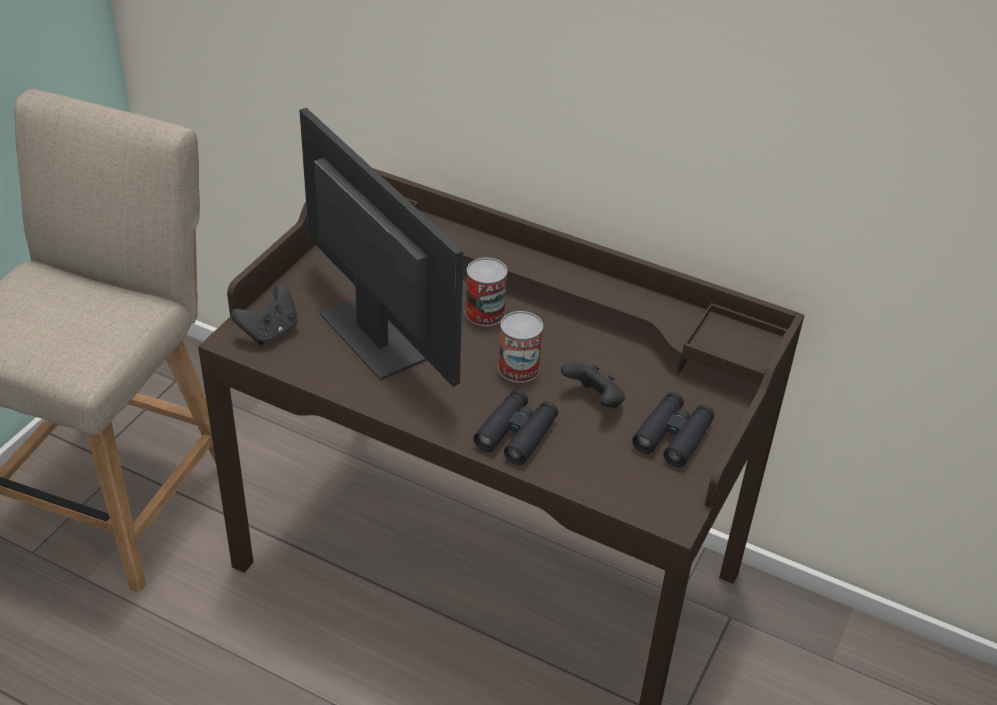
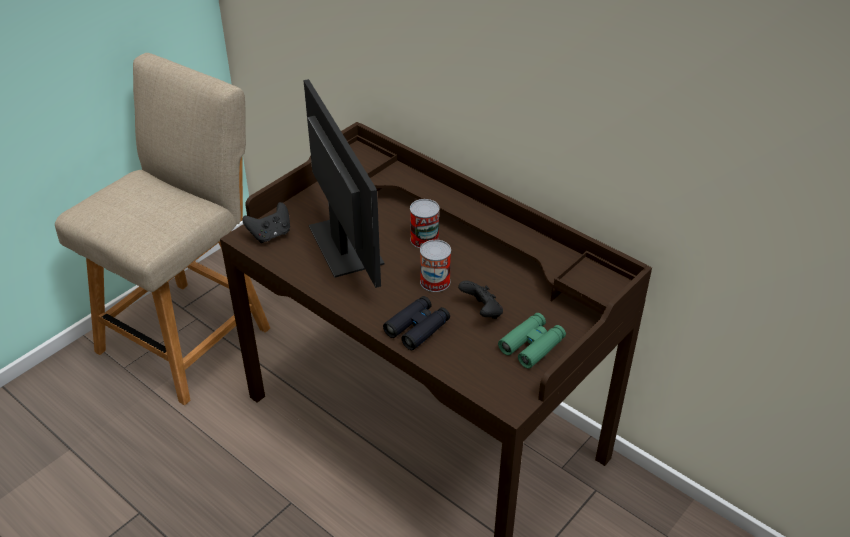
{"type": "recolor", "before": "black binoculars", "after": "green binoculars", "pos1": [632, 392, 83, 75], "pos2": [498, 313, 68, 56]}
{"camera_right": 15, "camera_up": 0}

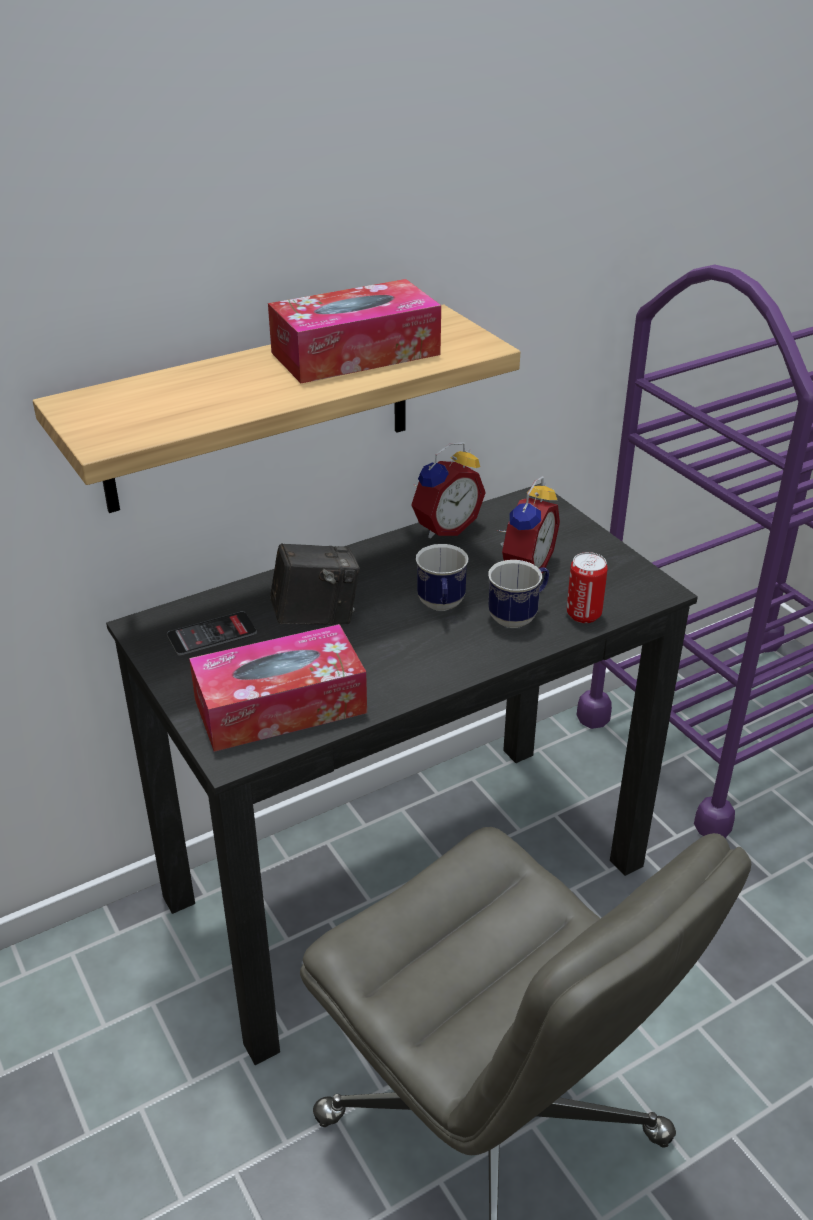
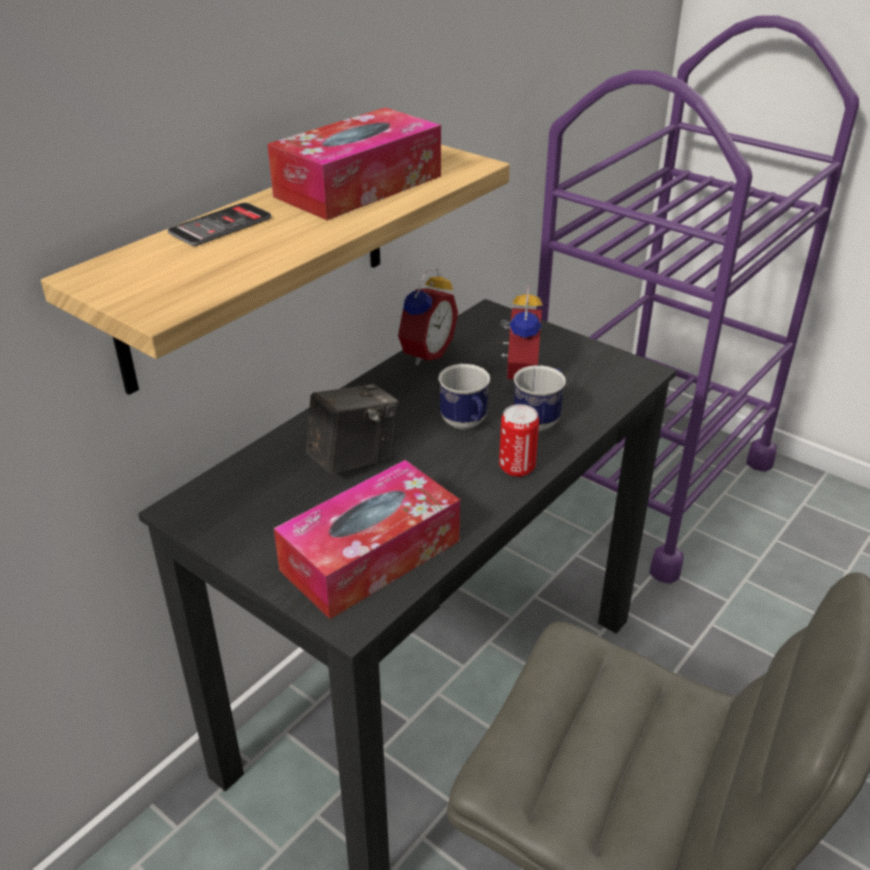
{"type": "move", "before": "phone", "pos1": [167, 611, 90, 45], "pos2": [168, 203, 103, 43]}
{"type": "move", "before": "can", "pos1": [567, 552, 41, 71], "pos2": [499, 404, 40, 73]}
{"camera_right": -20, "camera_up": 0}

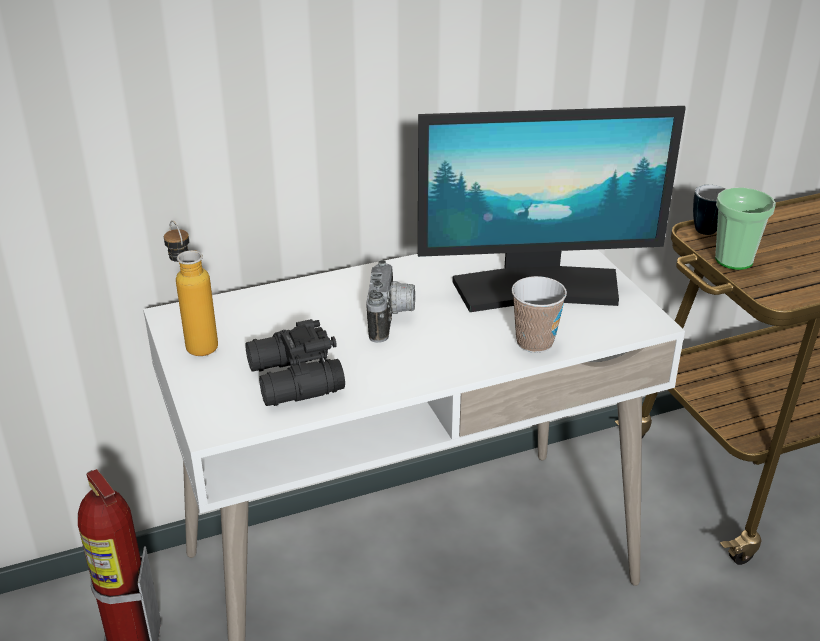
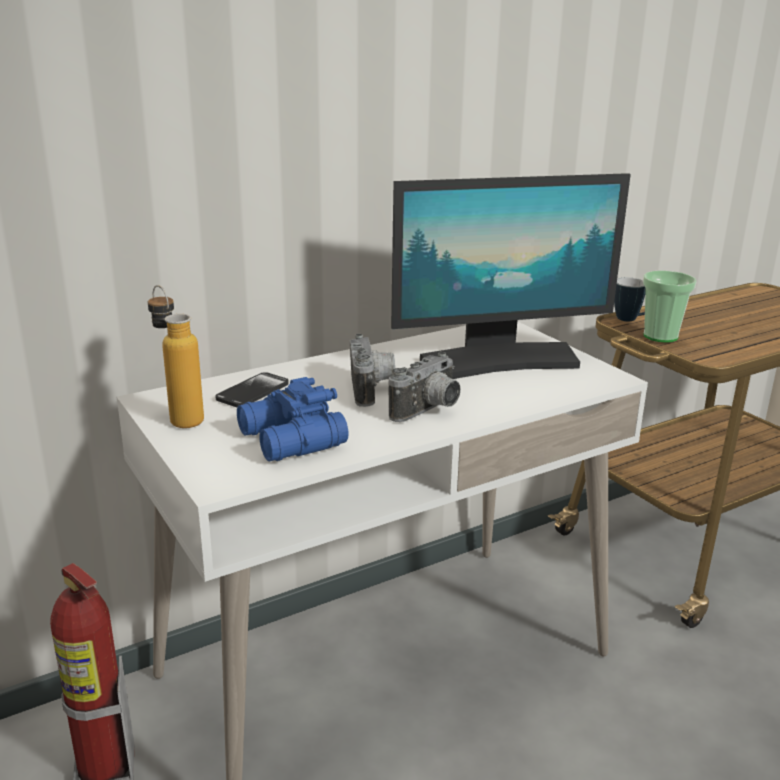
{"type": "delete", "before": "cup", "pos1": [511, 276, 56, 77]}
{"type": "insert", "after": "phone", "pos2": [215, 372, 74, 35]}
{"type": "insert", "after": "photo camera", "pos2": [389, 352, 72, 70]}
{"type": "recolor", "before": "black binoculars", "after": "blue binoculars", "pos1": [245, 319, 100, 87], "pos2": [237, 377, 112, 84]}
{"camera_right": -10, "camera_up": -10}

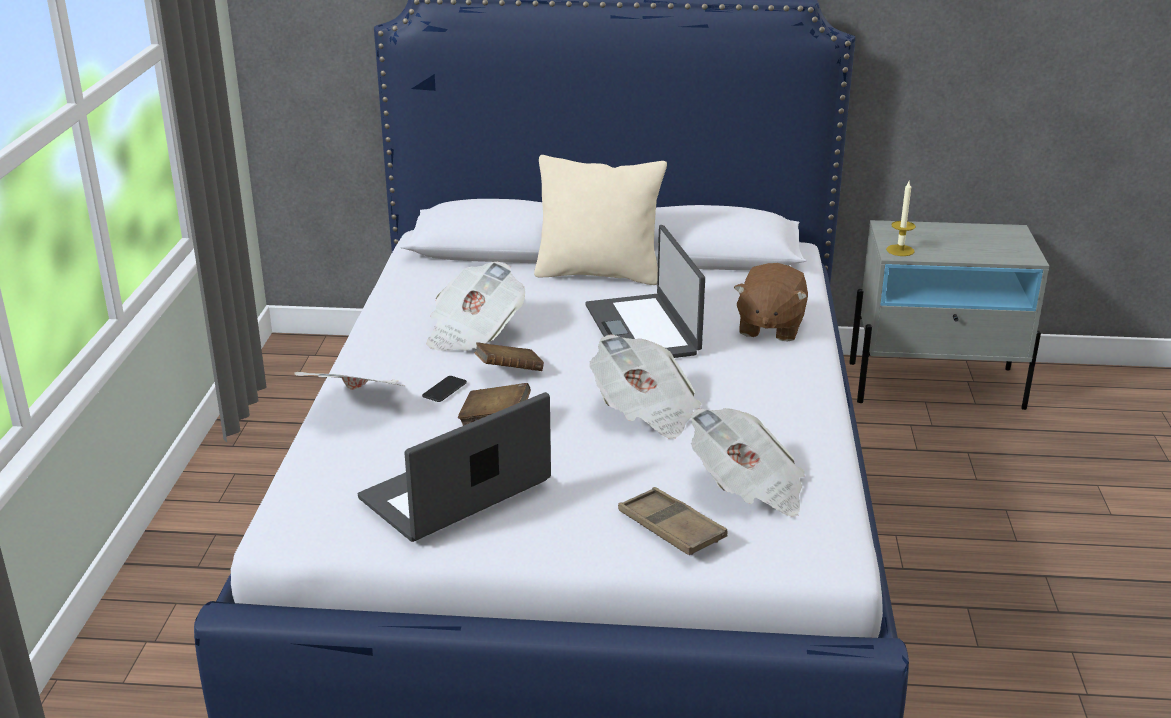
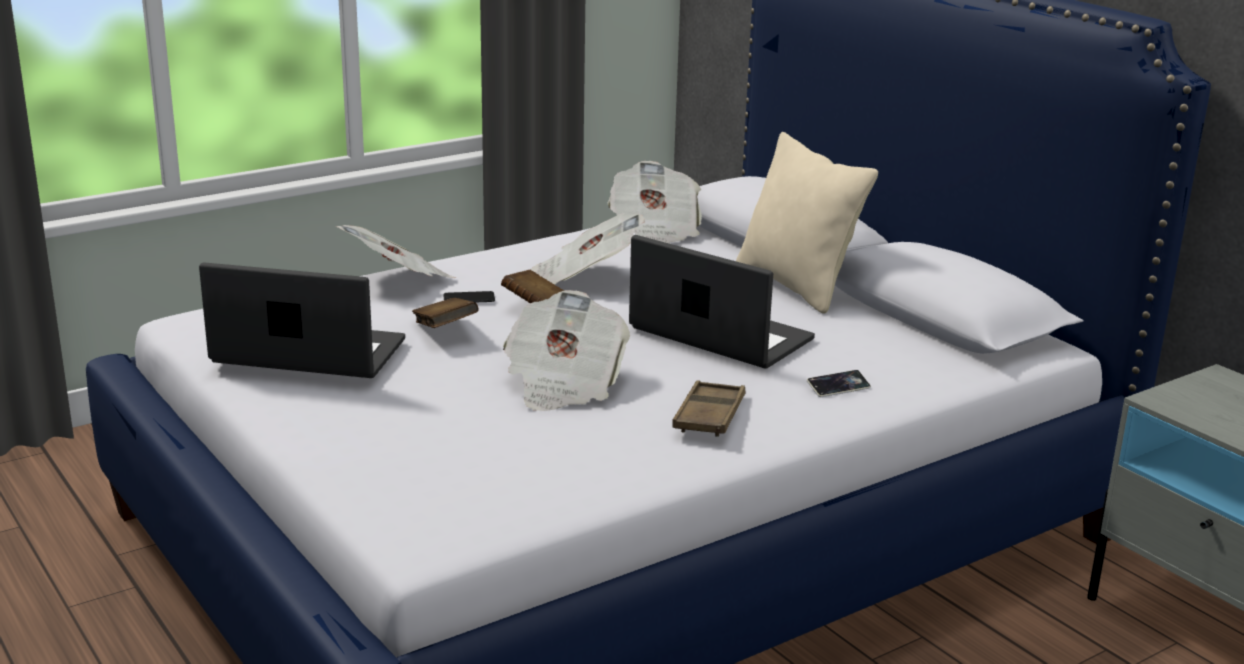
{"type": "delete", "before": "candle", "pos1": [886, 181, 30, 75]}
{"type": "move", "before": "brown tray", "pos1": [618, 487, 109, 68], "pos2": [672, 381, 73, 56]}
{"type": "move", "before": "newspaper", "pos1": [691, 408, 114, 109], "pos2": [608, 161, 94, 82]}
{"type": "replace", "before": "brown plush toy", "after": "phone", "pos1": [734, 263, 74, 79], "pos2": [807, 370, 64, 27]}
{"type": "rotate", "before": "laptop", "pos1": [585, 225, 120, 133], "pos2": [629, 235, 186, 134], "turn": 90}
{"camera_right": 50, "camera_up": -5}

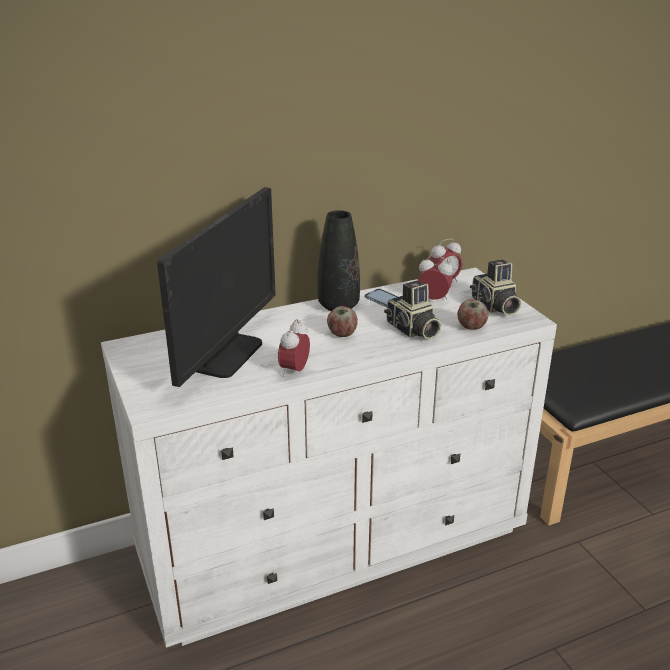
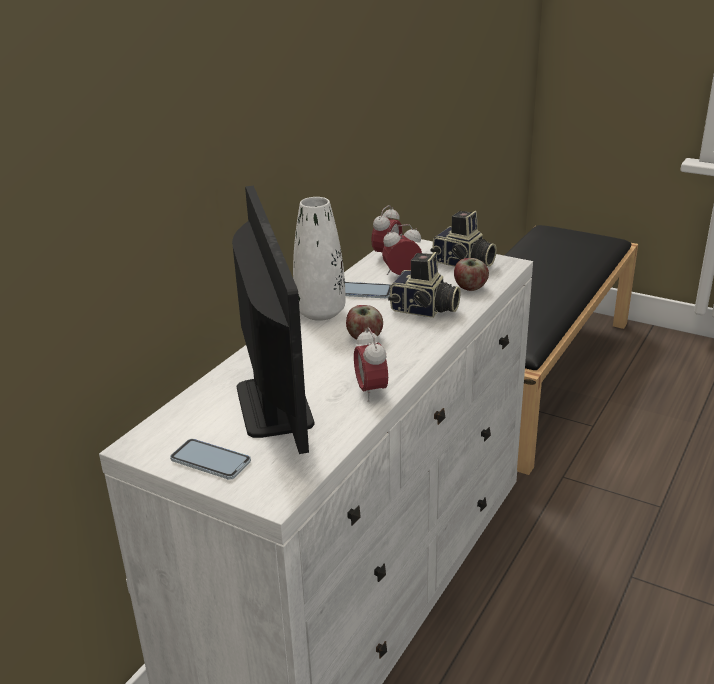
{"type": "insert", "after": "phone", "pos2": [170, 439, 81, 41]}
{"type": "recolor", "before": "black vase", "after": "white vase", "pos1": [317, 210, 43, 101], "pos2": [293, 197, 52, 124]}
{"camera_right": -35, "camera_up": 0}

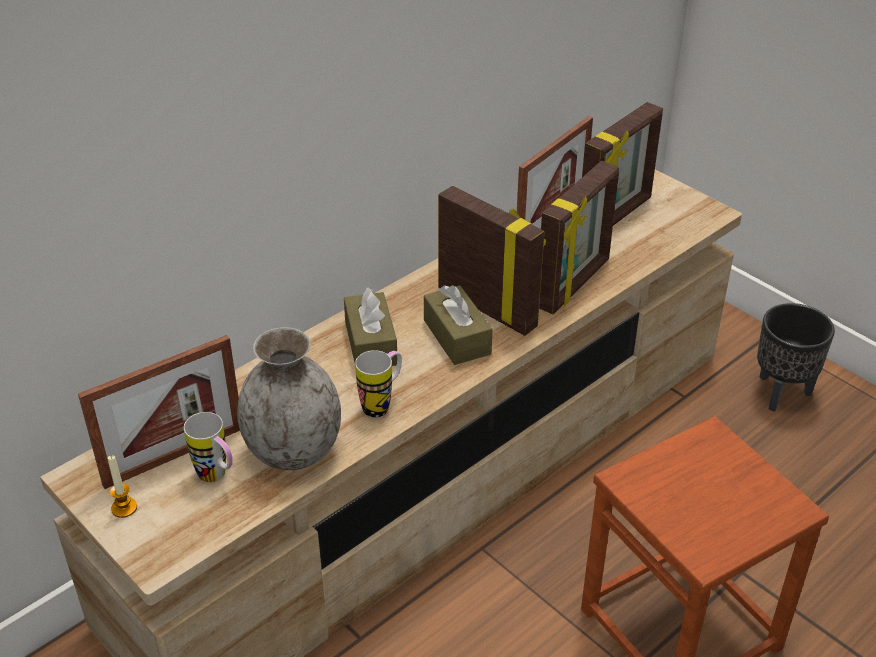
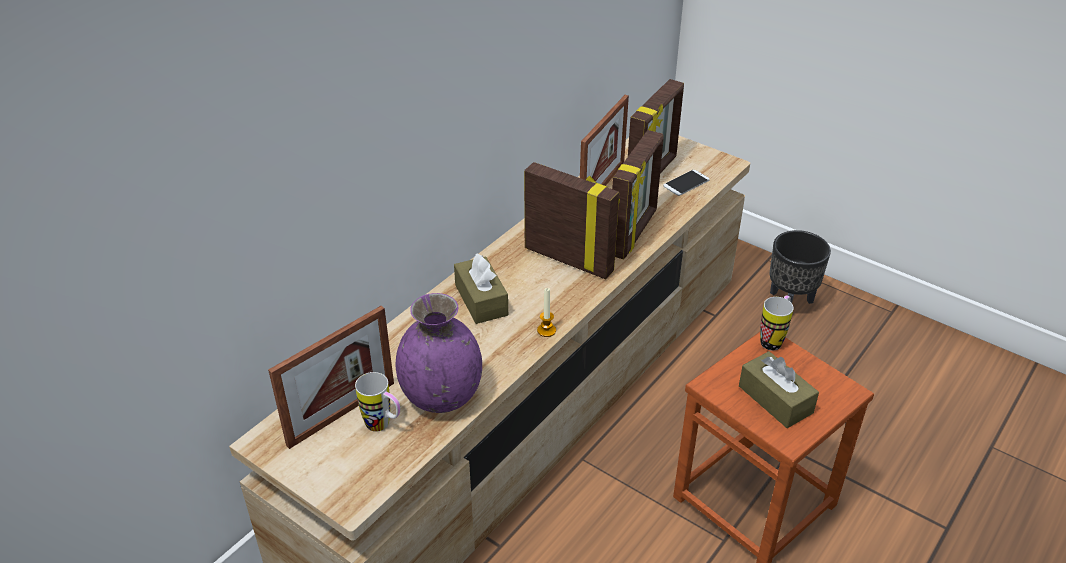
{"type": "insert", "after": "phone", "pos2": [663, 170, 47, 26]}
{"type": "move", "before": "candle", "pos1": [108, 455, 29, 63], "pos2": [537, 288, 19, 49]}
{"type": "move", "before": "mug", "pos1": [355, 350, 47, 68], "pos2": [760, 295, 34, 56]}
{"type": "move", "before": "brown tissue box", "pos1": [424, 285, 69, 80], "pos2": [739, 351, 80, 77]}
{"type": "recolor", "before": "grey vase", "after": "purple vase", "pos1": [237, 327, 104, 143], "pos2": [396, 293, 86, 120]}
{"camera_right": -10, "camera_up": 0}

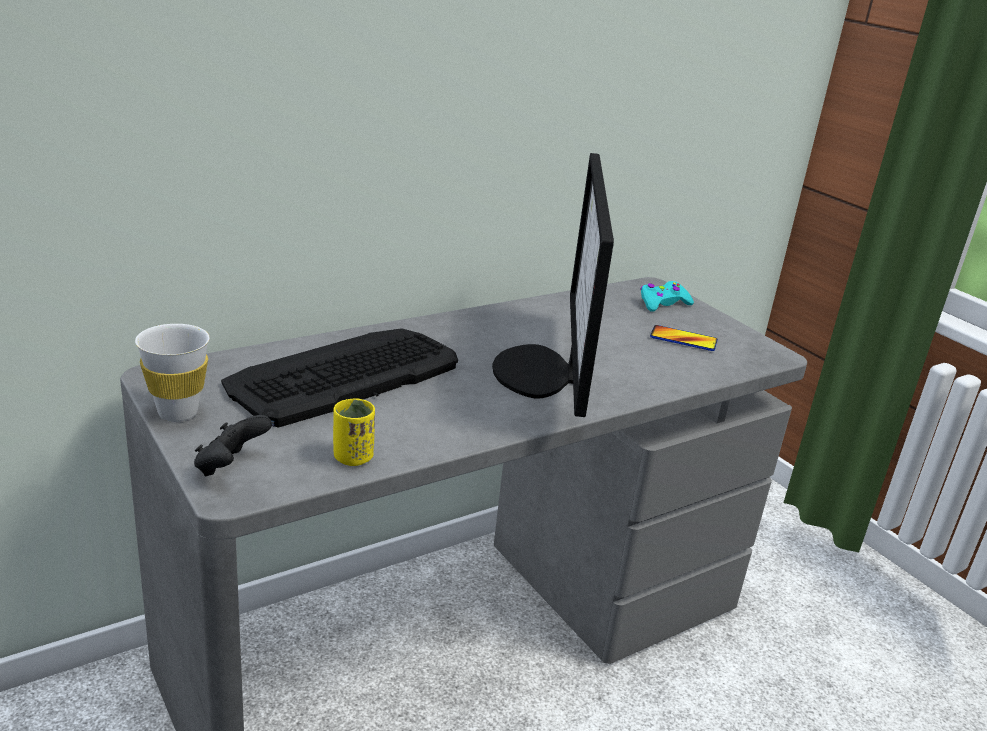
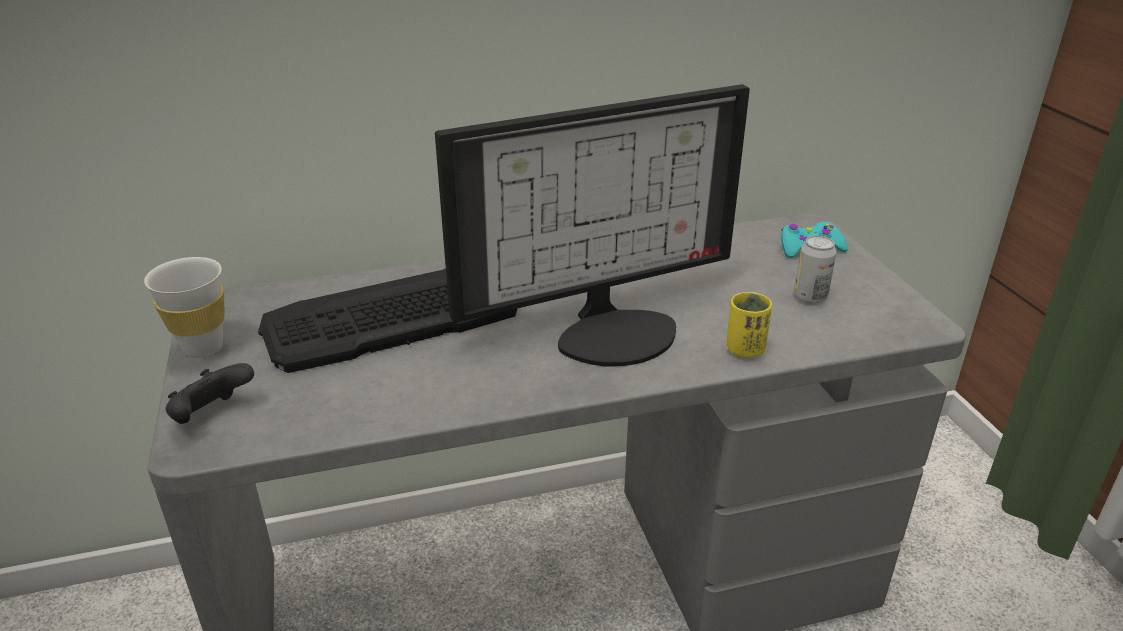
{"type": "move", "before": "yellow cup", "pos1": [333, 398, 42, 68], "pos2": [727, 292, 45, 66]}
{"type": "replace", "before": "phone", "after": "can", "pos1": [650, 325, 68, 26], "pos2": [794, 236, 43, 67]}
{"type": "rotate", "before": "monitor", "pos1": [492, 153, 122, 264], "pos2": [435, 84, 315, 283], "turn": -135}
{"camera_right": 20, "camera_up": 5}

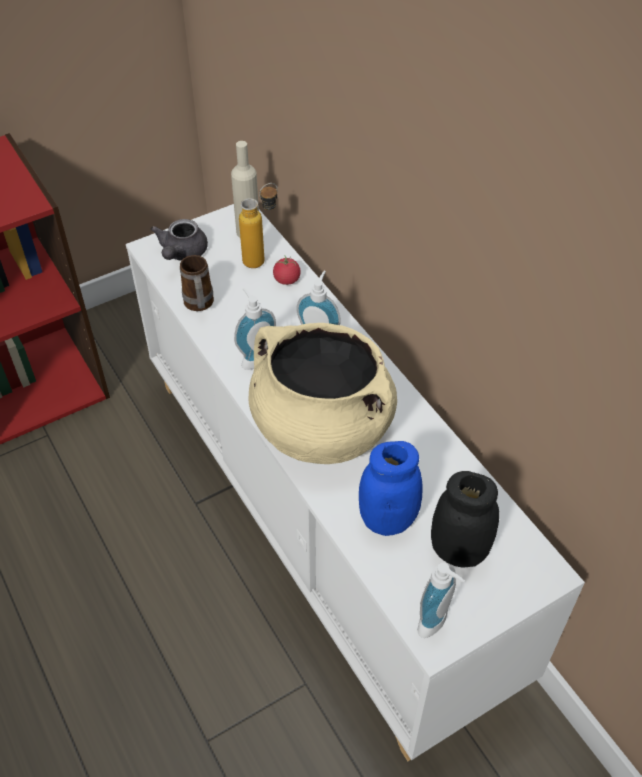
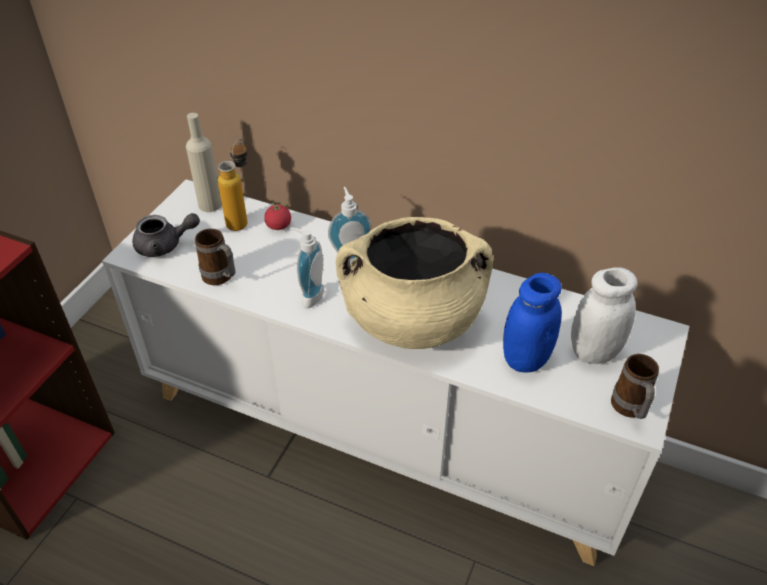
{"type": "replace", "before": "soap dispenser", "after": "mug", "pos1": [417, 563, 48, 75], "pos2": [611, 354, 48, 65]}
{"type": "recolor", "before": "black jar", "after": "white jar", "pos1": [431, 471, 68, 97], "pos2": [571, 267, 66, 97]}
{"type": "rotate", "before": "grey teapot", "pos1": [150, 219, 58, 42], "pos2": [132, 213, 68, 44], "turn": -75}
{"camera_right": -35, "camera_up": -5}

